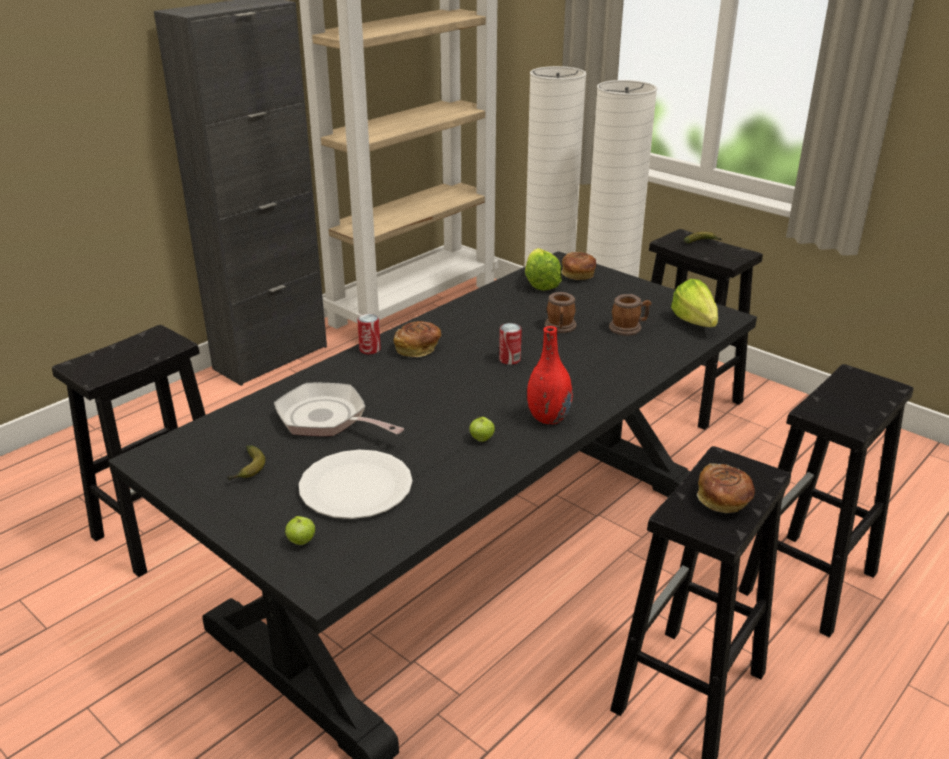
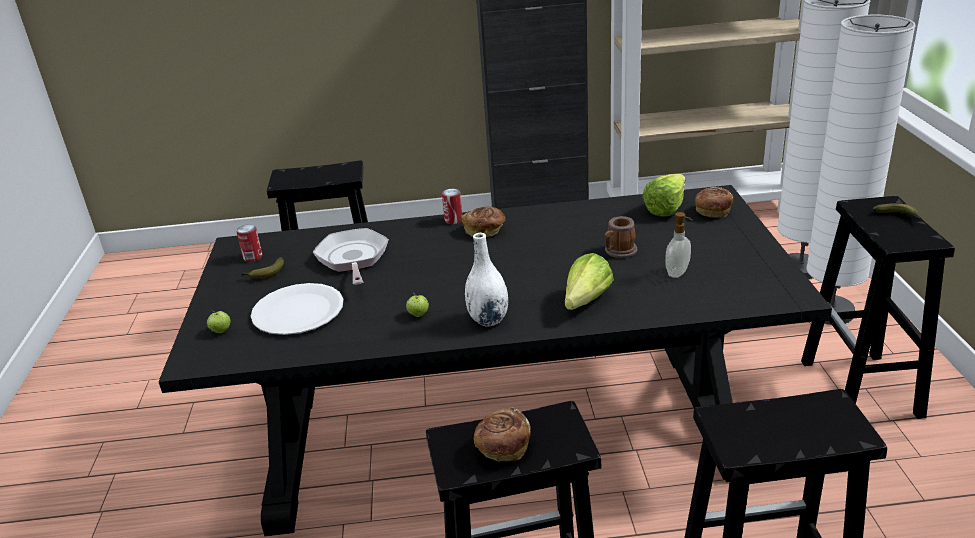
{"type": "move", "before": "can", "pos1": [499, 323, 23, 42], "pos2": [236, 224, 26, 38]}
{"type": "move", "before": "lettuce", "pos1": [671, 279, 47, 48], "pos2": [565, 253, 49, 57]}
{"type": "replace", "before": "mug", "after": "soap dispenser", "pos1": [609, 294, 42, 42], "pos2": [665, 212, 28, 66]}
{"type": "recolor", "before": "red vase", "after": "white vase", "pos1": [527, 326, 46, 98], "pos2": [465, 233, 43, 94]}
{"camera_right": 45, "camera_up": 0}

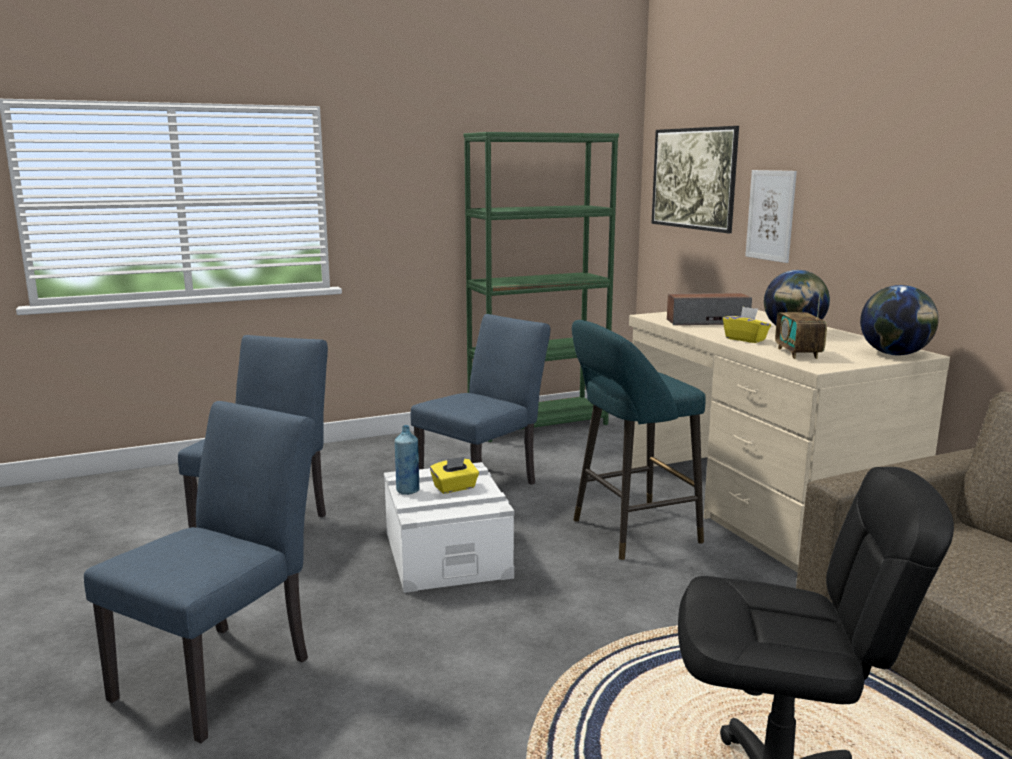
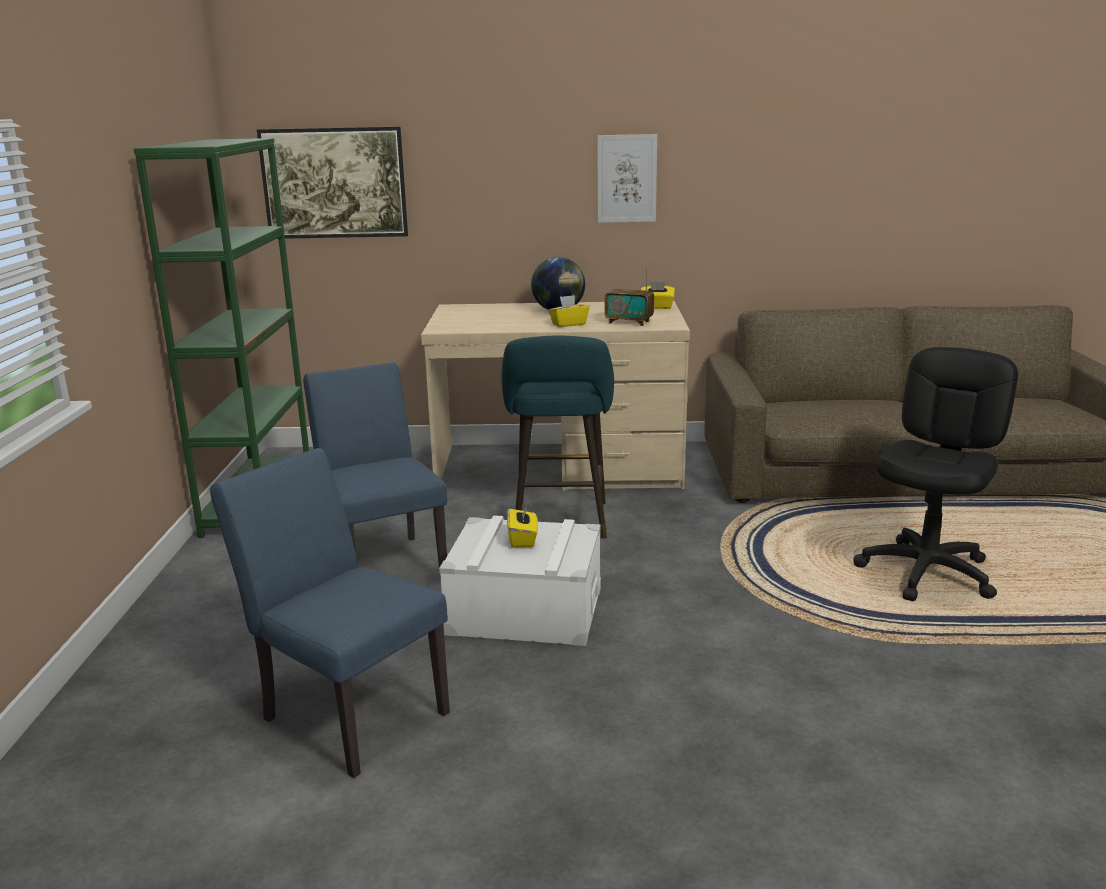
{"type": "delete", "before": "blue chair", "pos1": [84, 401, 232, 342]}
{"type": "delete", "before": "blue bottle", "pos1": [395, 425, 25, 70]}
{"type": "delete", "before": "speaker", "pos1": [667, 293, 85, 32]}
{"type": "move", "before": "picture", "pos1": [745, 170, 52, 93], "pos2": [598, 134, 59, 89]}
{"type": "replace", "before": "globe", "after": "yellow tissue box", "pos1": [860, 285, 79, 70], "pos2": [641, 282, 34, 27]}
{"camera_right": -65, "camera_up": 5}

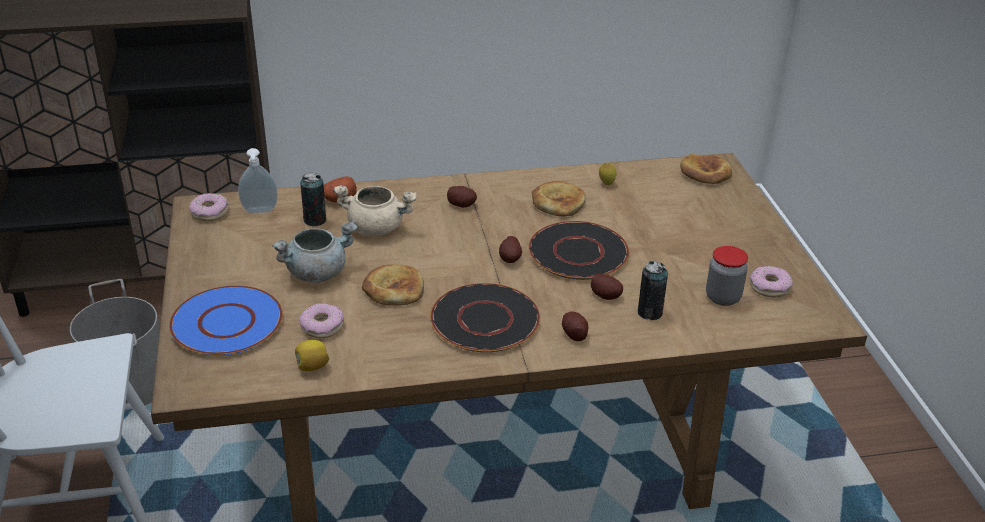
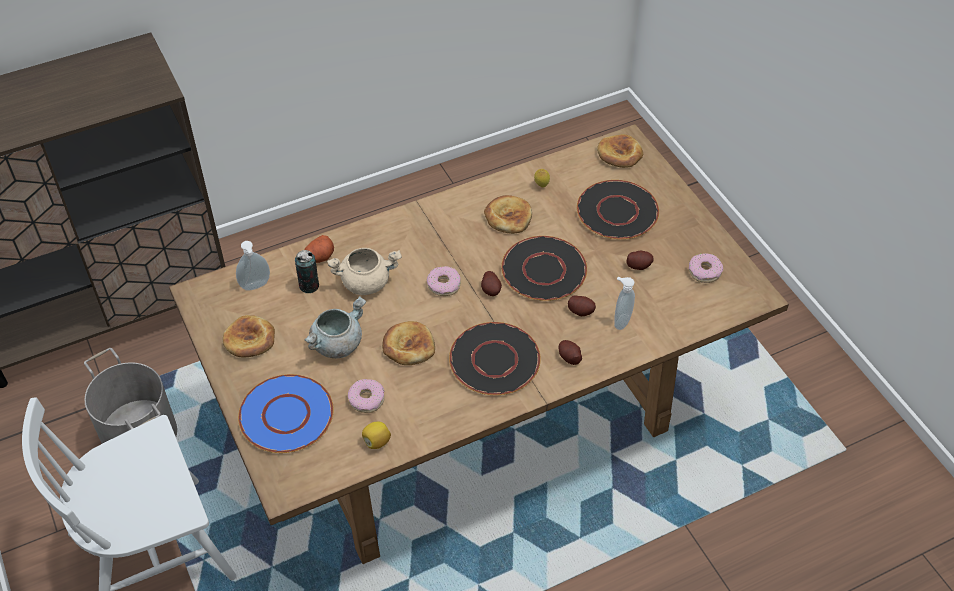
{"type": "delete", "before": "jar", "pos1": [706, 246, 42, 60]}
{"type": "insert", "after": "bread", "pos2": [223, 315, 52, 43]}
{"type": "insert", "after": "black plate", "pos2": [577, 180, 82, 59]}
{"type": "move", "before": "donut", "pos1": [189, 193, 39, 28], "pos2": [427, 266, 34, 30]}
{"type": "move", "before": "potato", "pos1": [447, 186, 30, 21], "pos2": [627, 251, 27, 19]}
{"type": "replace", "before": "can", "after": "soap dispenser", "pos1": [638, 261, 30, 59], "pos2": [614, 277, 21, 53]}
{"camera_right": -15, "camera_up": 15}

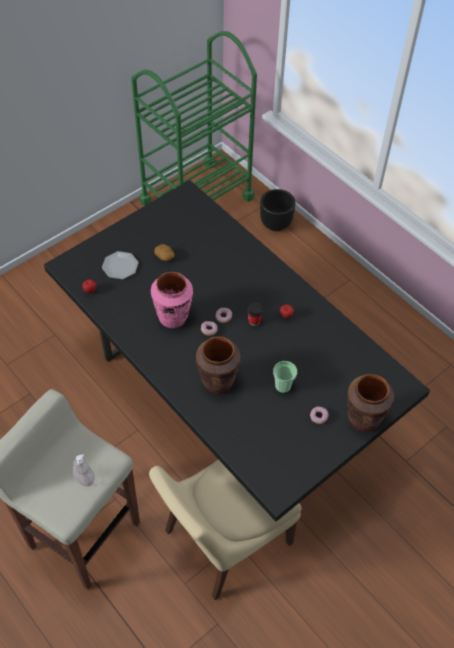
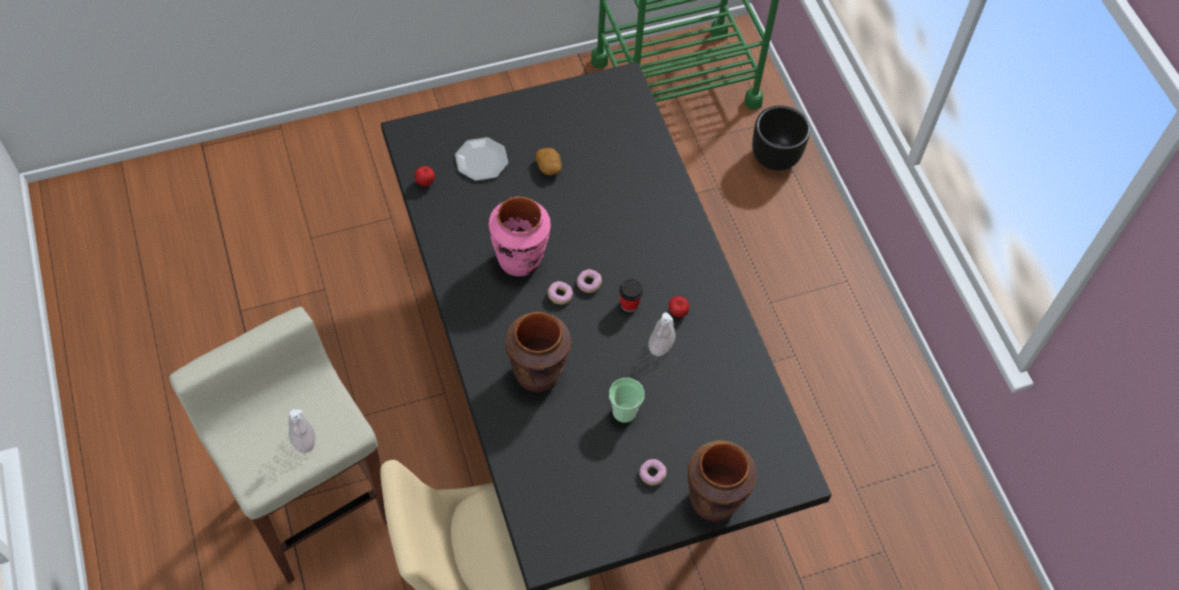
{"type": "insert", "after": "soap dispenser", "pos2": [649, 313, 26, 43]}
{"camera_right": 20, "camera_up": 5}

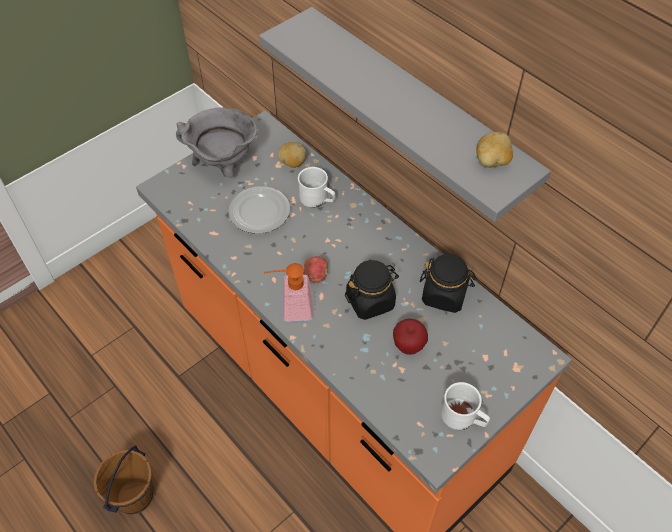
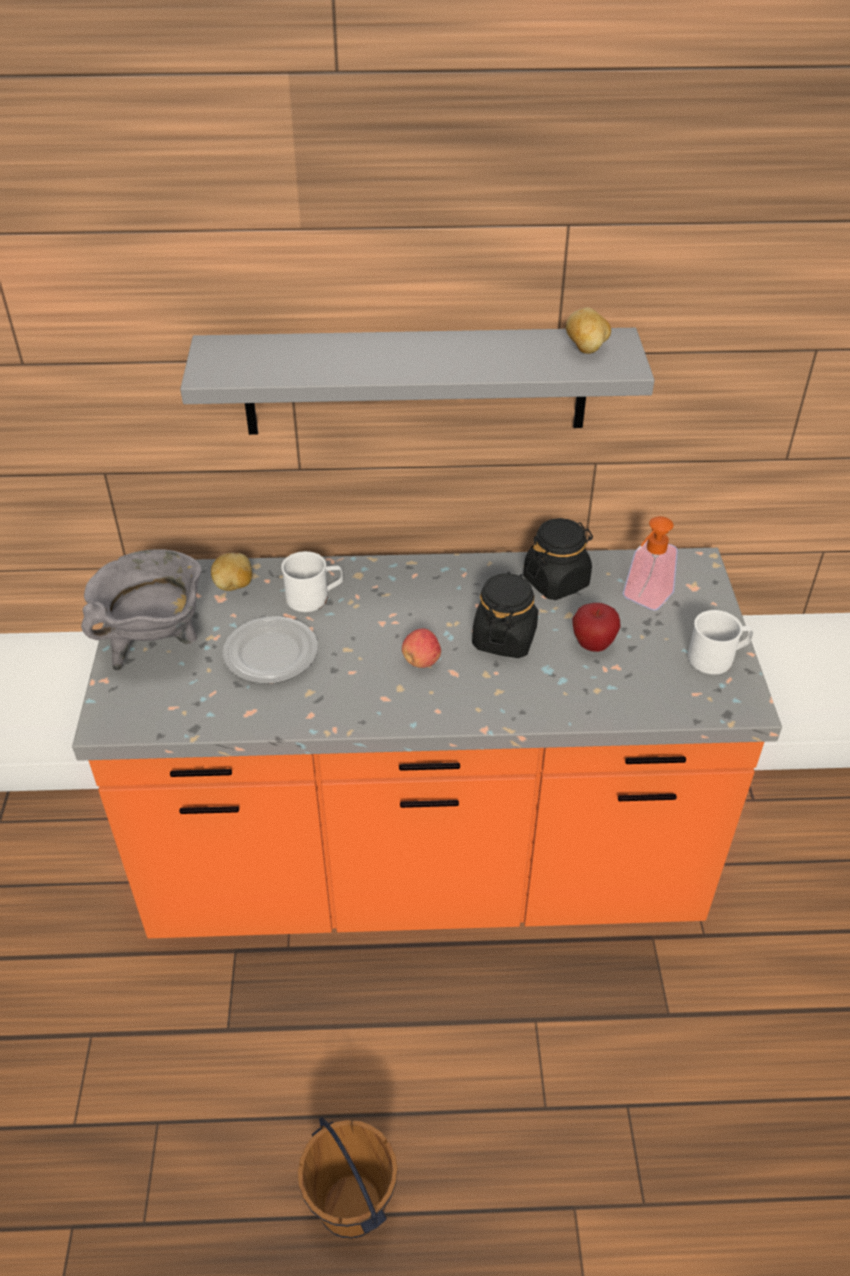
{"type": "move", "before": "soap dispenser", "pos1": [264, 263, 49, 59], "pos2": [623, 516, 55, 94]}
{"camera_right": -50, "camera_up": -10}

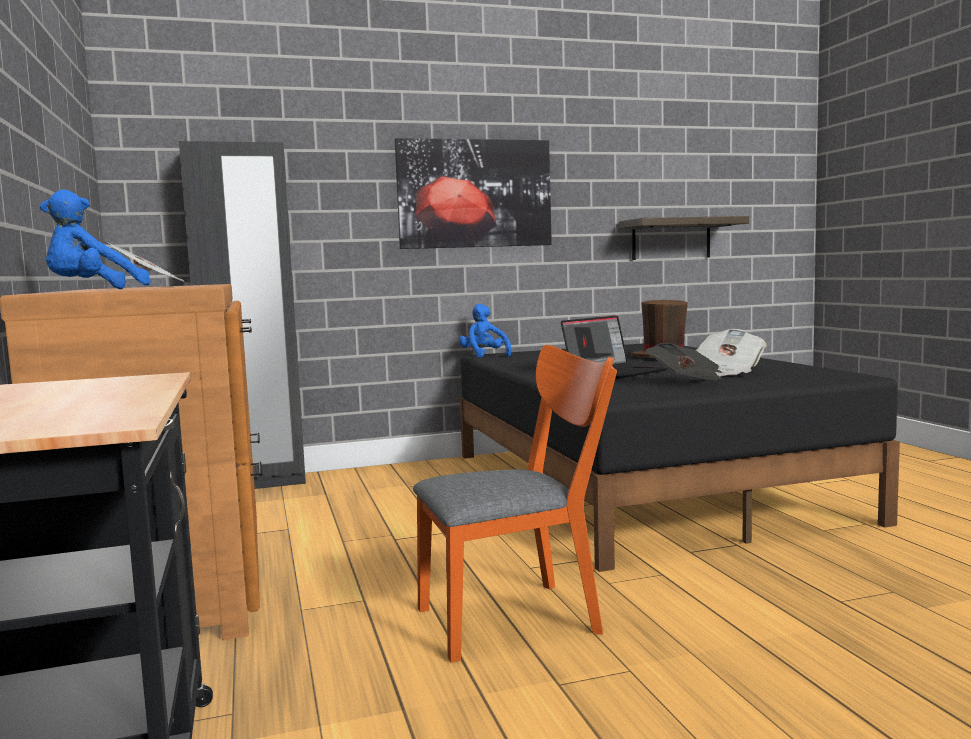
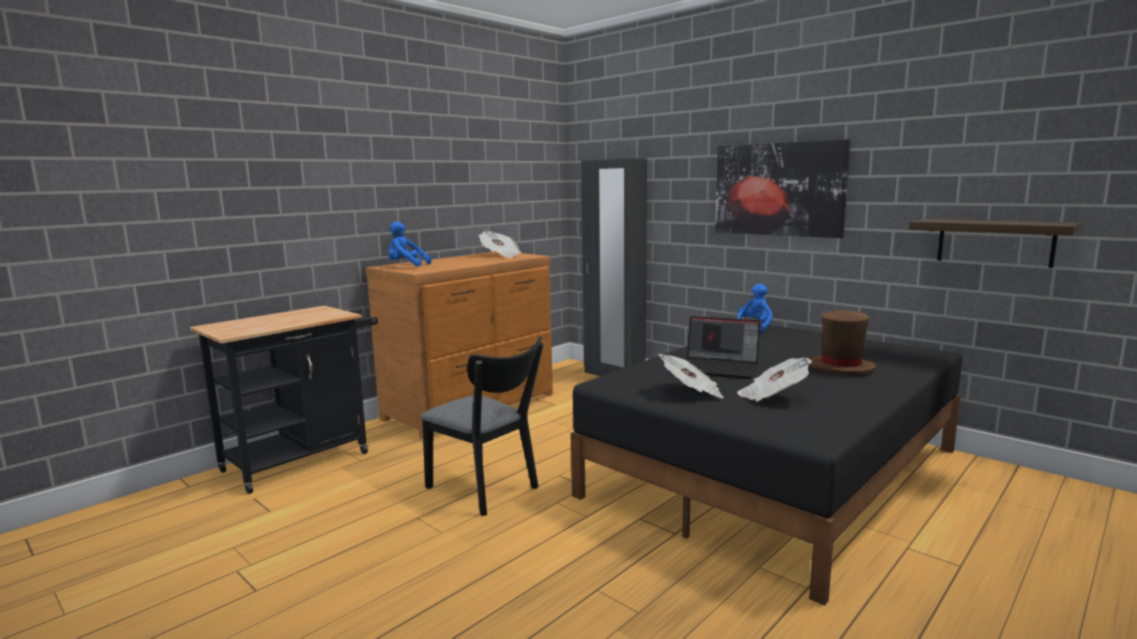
{"type": "recolor", "before": "orange chair", "after": "black chair", "pos1": [413, 345, 204, 318], "pos2": [420, 336, 124, 180]}
{"camera_right": 60, "camera_up": 5}

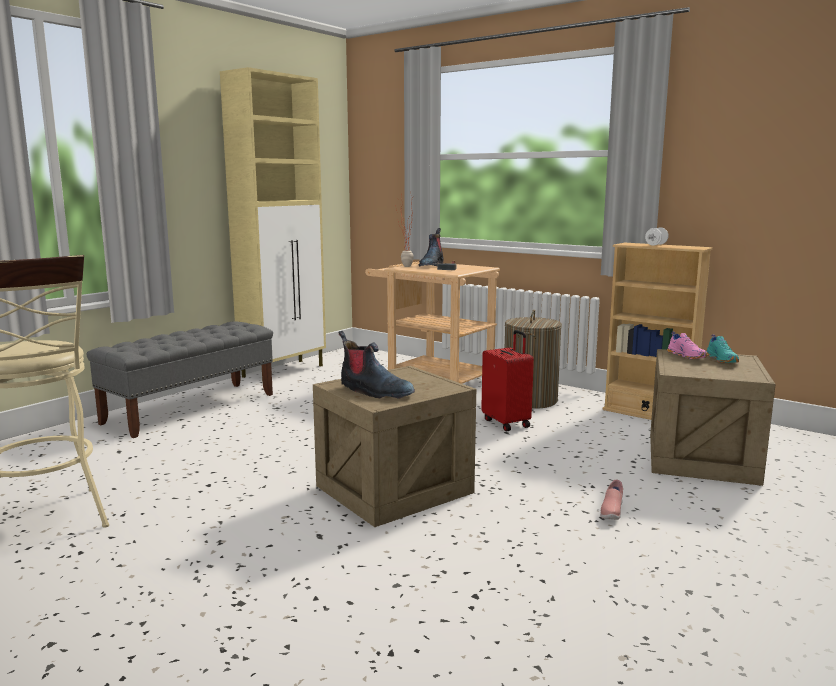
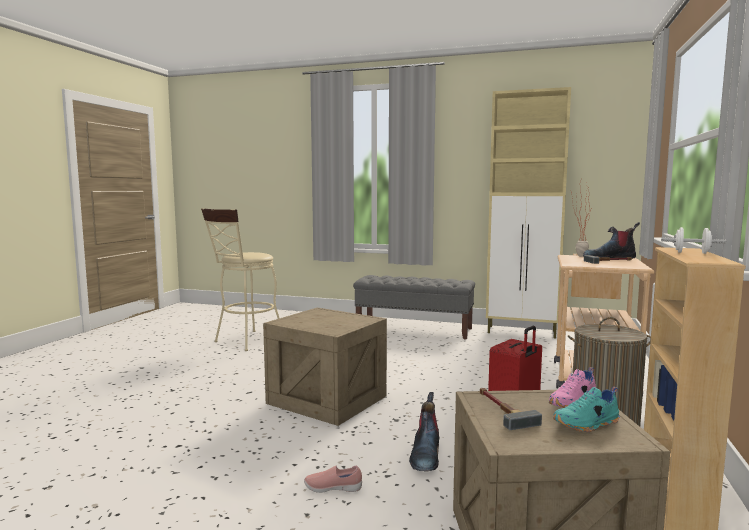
{"type": "insert", "after": "hammer", "pos2": [480, 388, 62, 42]}
{"type": "move", "before": "boot", "pos1": [338, 331, 77, 67], "pos2": [409, 392, 30, 80]}
{"camera_right": 70, "camera_up": -5}

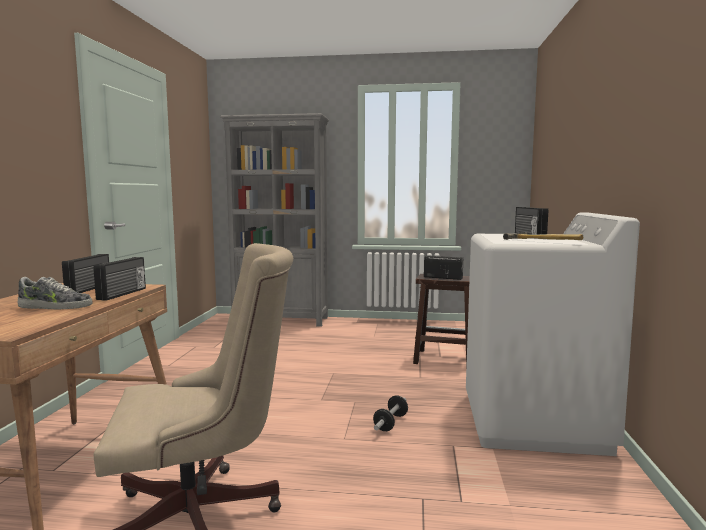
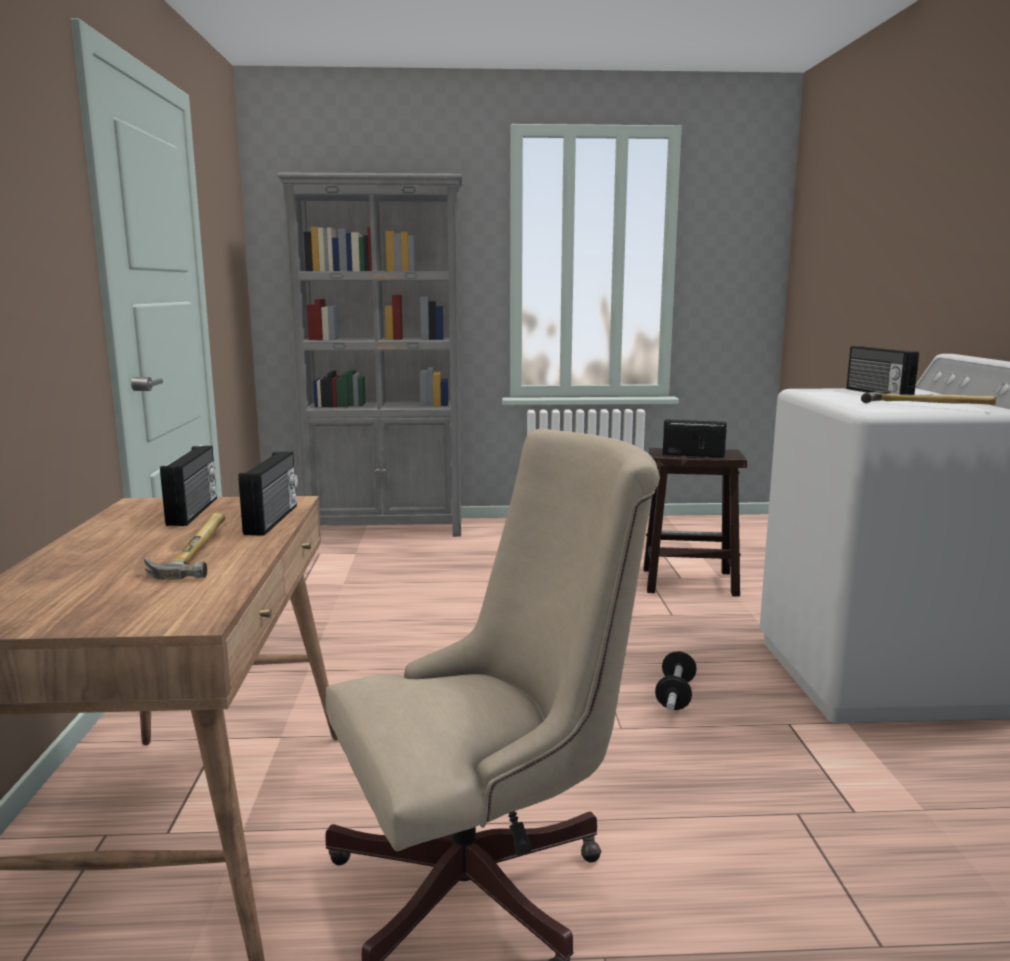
{"type": "replace", "before": "shoe", "after": "hammer", "pos1": [17, 277, 75, 32], "pos2": [144, 512, 81, 68]}
{"camera_right": -10, "camera_up": 5}

